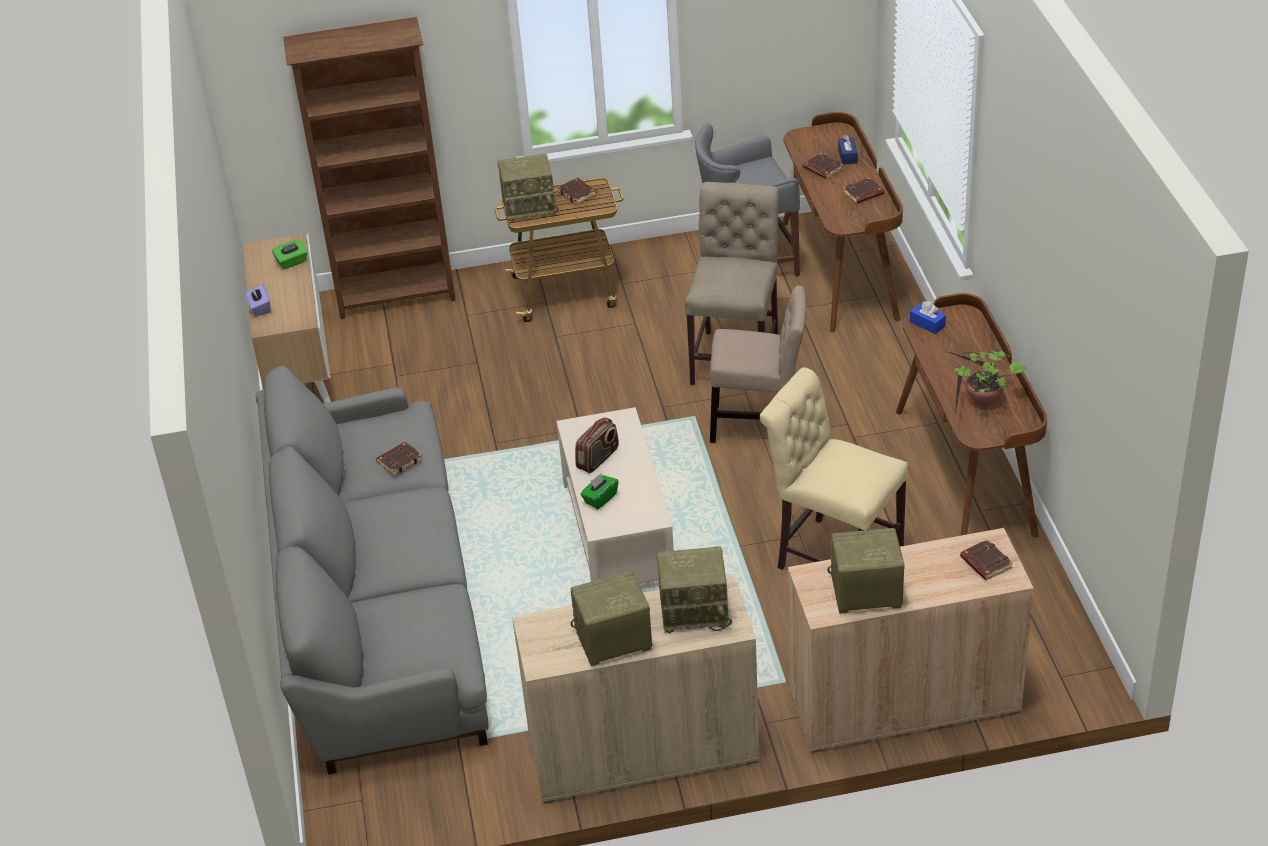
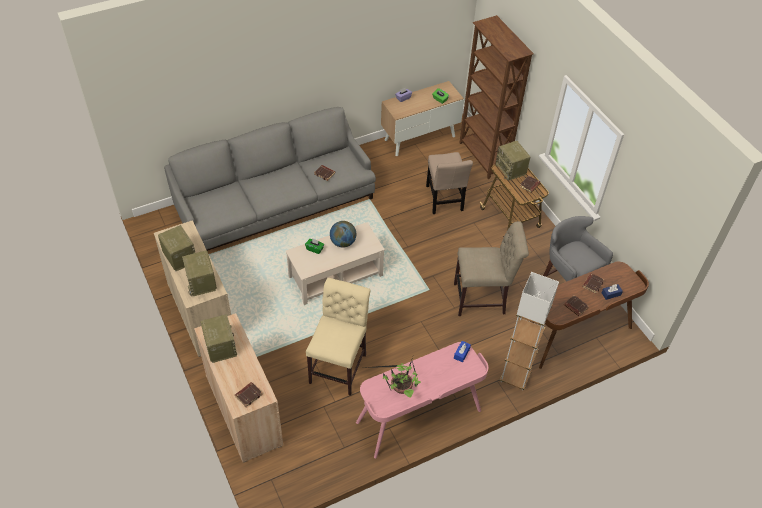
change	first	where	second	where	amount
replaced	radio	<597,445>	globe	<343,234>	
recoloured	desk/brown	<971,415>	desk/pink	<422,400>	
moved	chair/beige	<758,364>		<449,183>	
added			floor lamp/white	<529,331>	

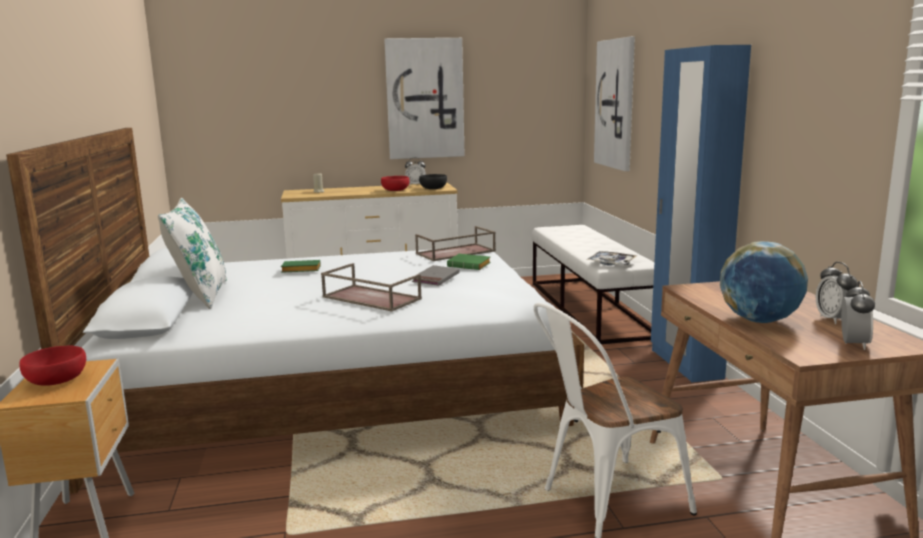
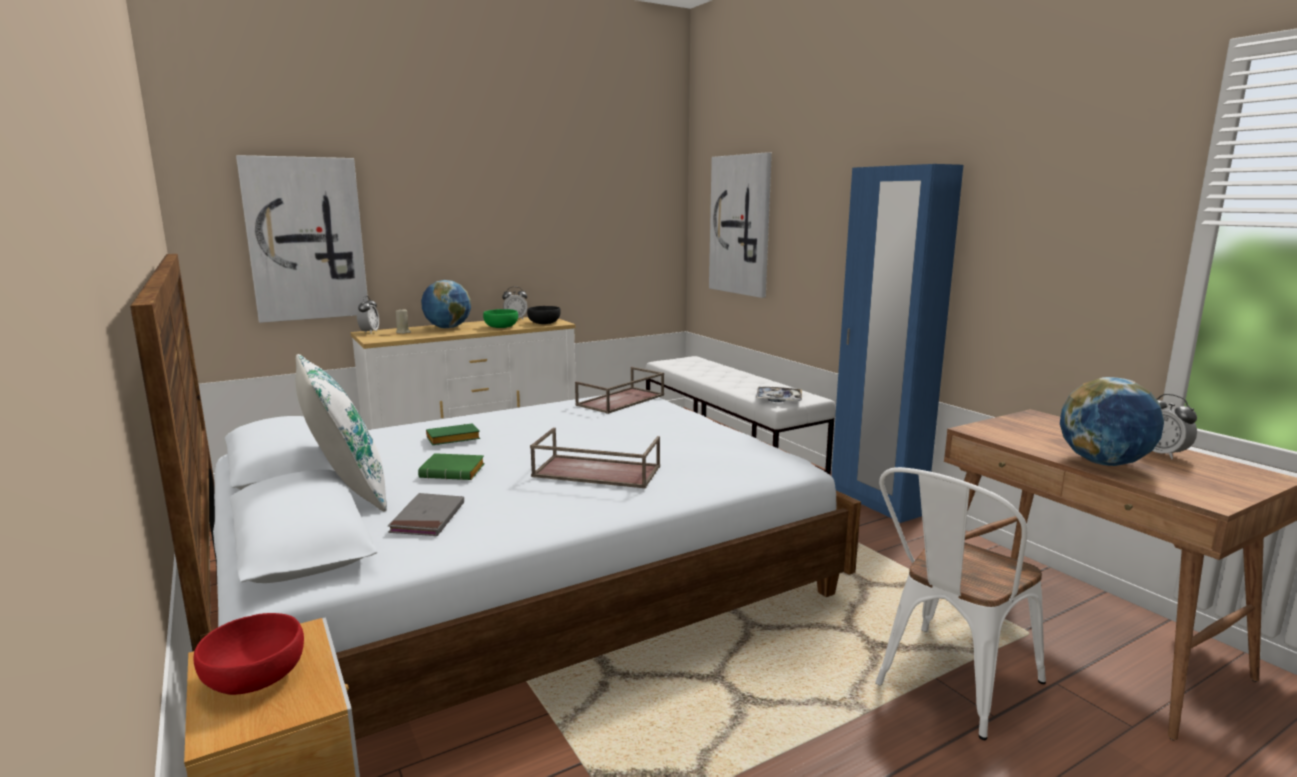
change	first	where	second	where	amount
moved	picture	<424,98>		<302,239>	
moved	alarm clock	<858,315>		<368,314>	
moved	book/grey	<436,275>		<426,514>	
moved	book/green	<469,262>		<451,466>	
added			globe	<446,304>	
recoloured	bowl/red	<395,183>	bowl/green	<500,318>	

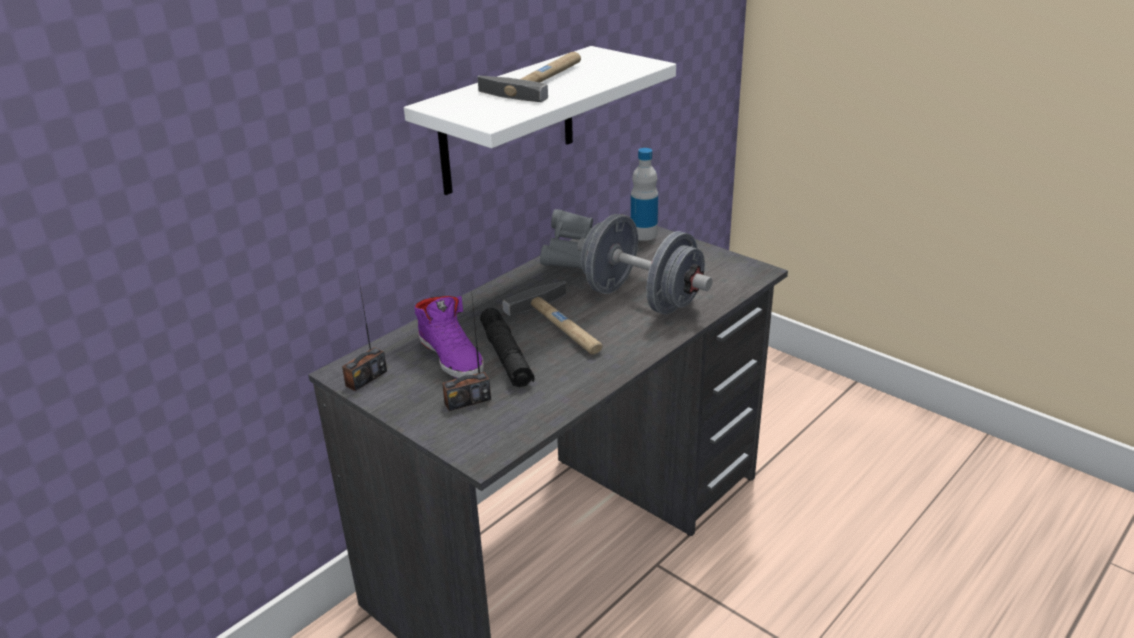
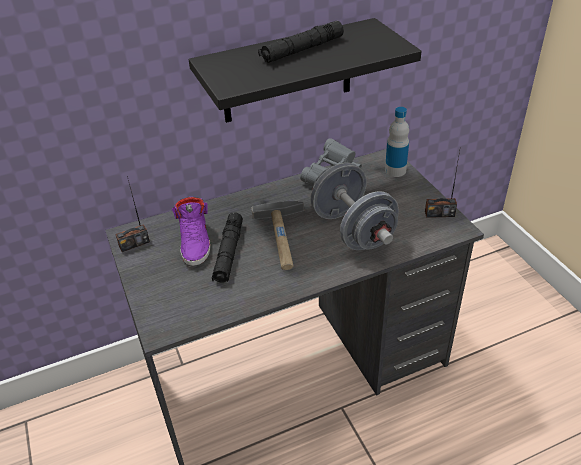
change	first	where	second	where	amount
recoloured	shelf/white	<540,120>	shelf/black	<305,70>	
replaced	hammer	<529,77>	flashlight/black	<301,42>	
moved	radio	<466,354>		<442,184>	

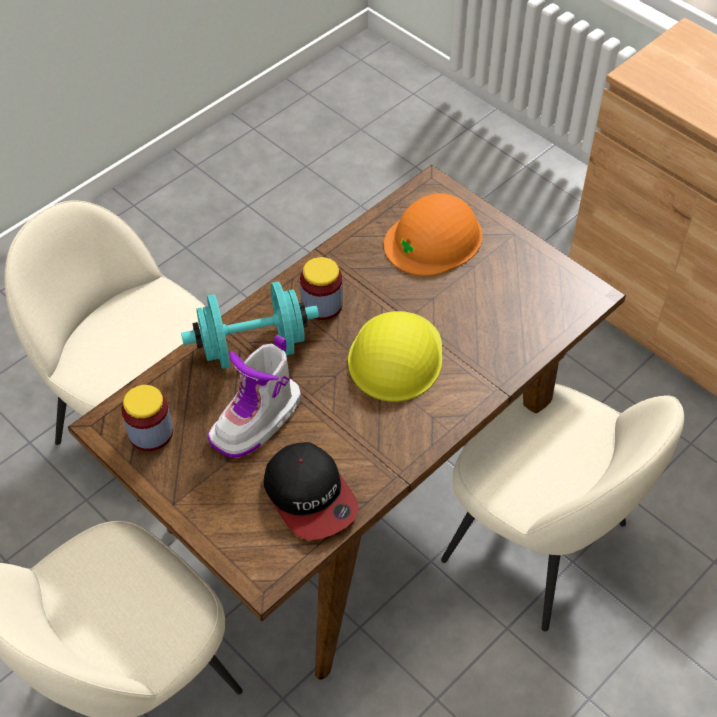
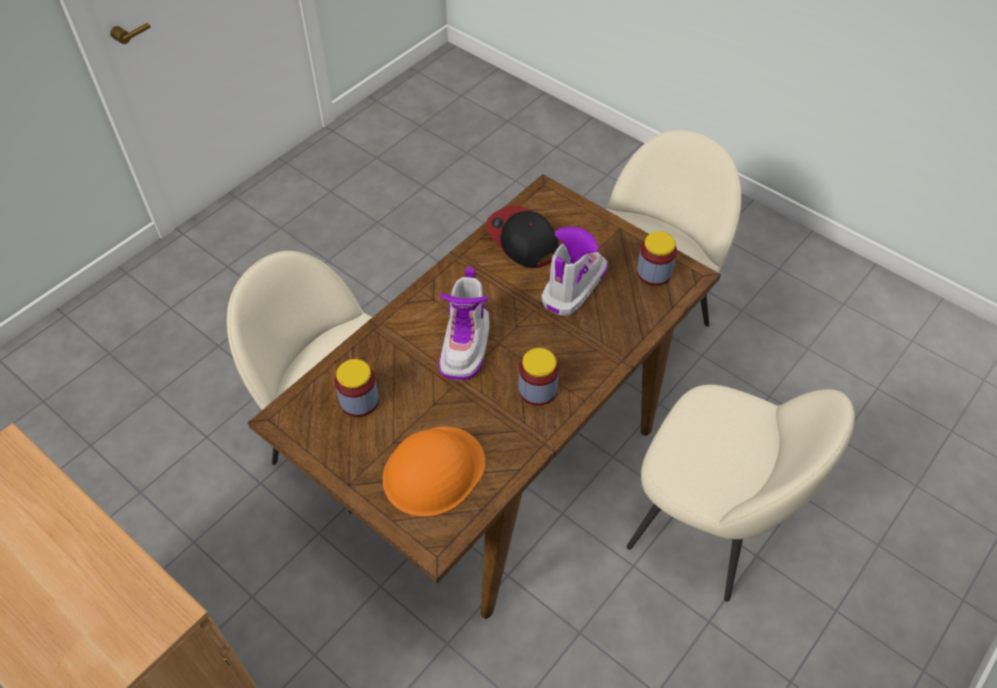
change	first	where	second	where	amount
added			jar	<357,388>	
replaced	hard hat/yellow	<395,356>	boot	<464,323>	
removed	dumbbell/turquoise	<250,325>			

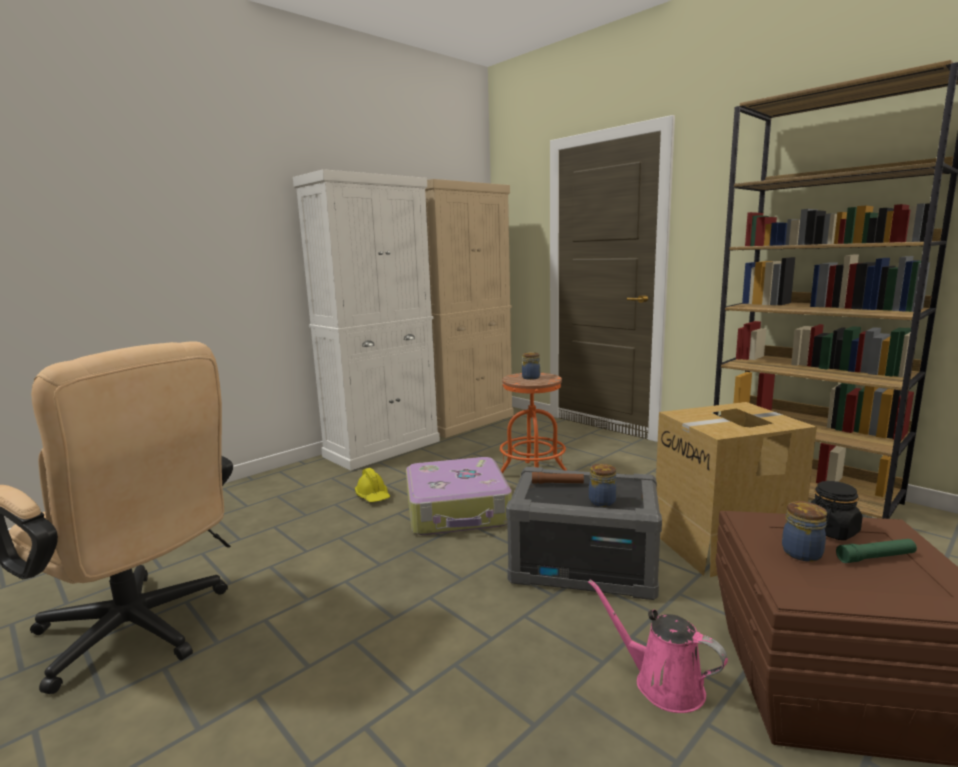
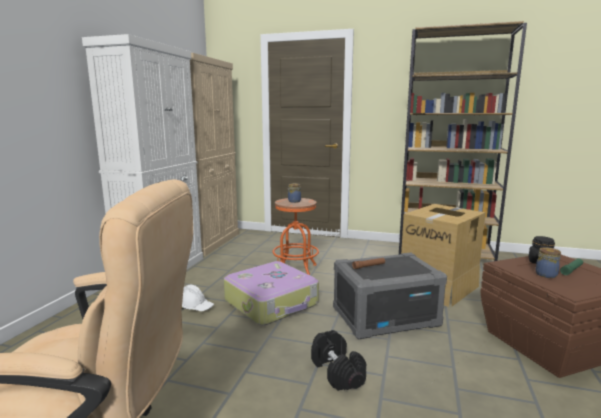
change	first	where	second	where	amount
recoloured	hard hat/yellow	<372,485>	hard hat/white	<198,298>	
added			dumbbell/black	<338,360>	
removed	watering can/pink	<658,646>			
removed	jar	<603,485>			

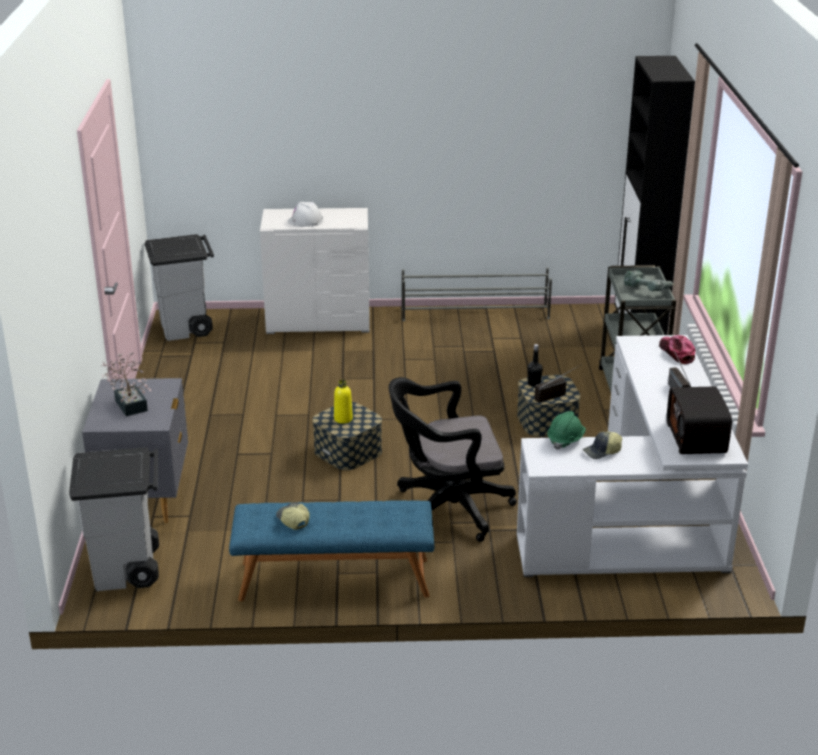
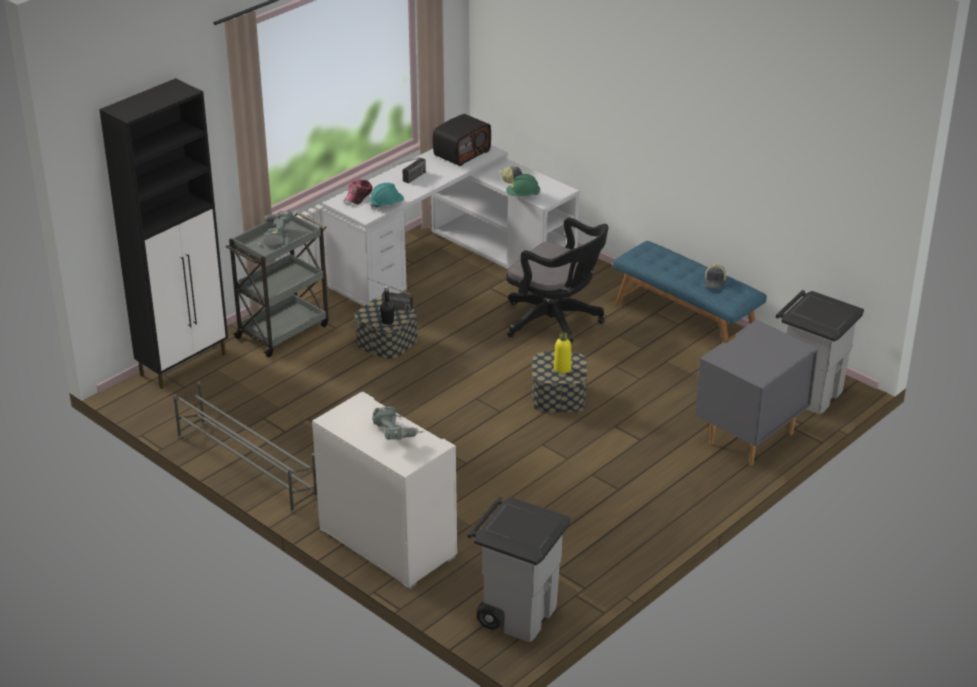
change	first	where	second	where	amount
added			hard hat/turquoise	<386,195>	
replaced	hard hat/white	<305,214>	power drill	<398,423>	
removed	potted plant	<126,384>			

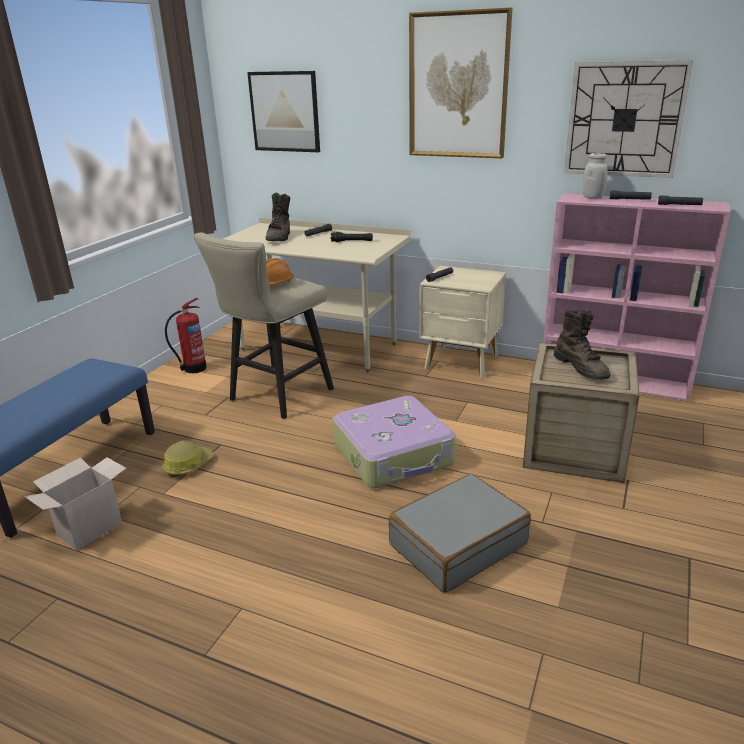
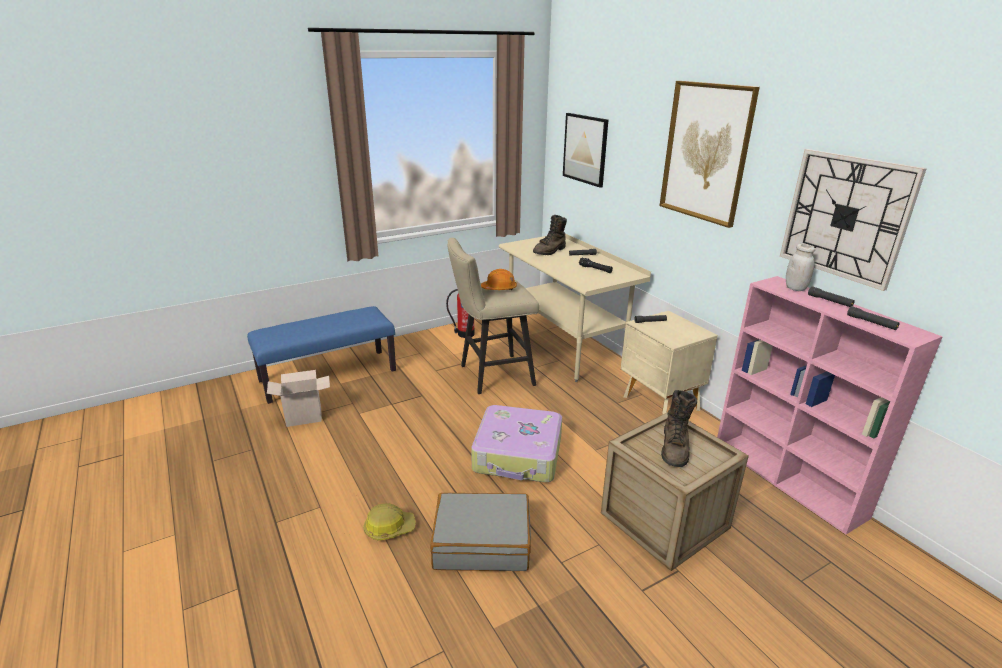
change	first	where	second	where	amount
moved	hard hat	<188,458>		<389,522>	

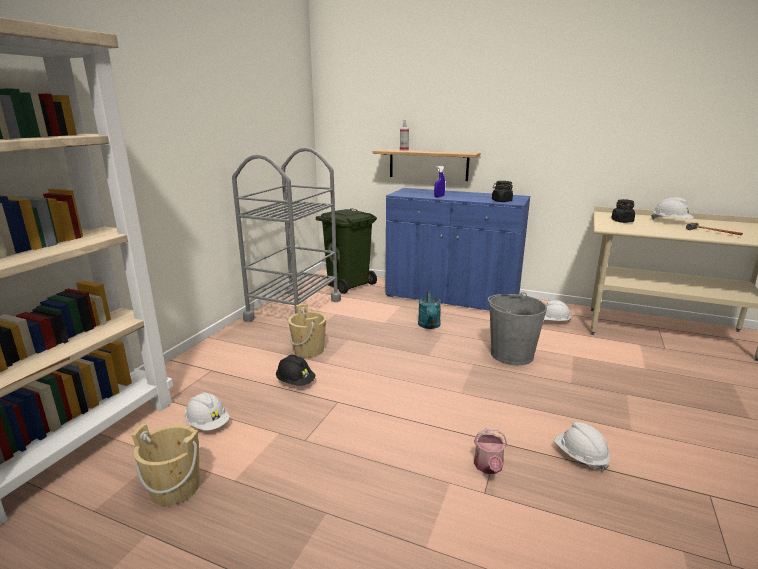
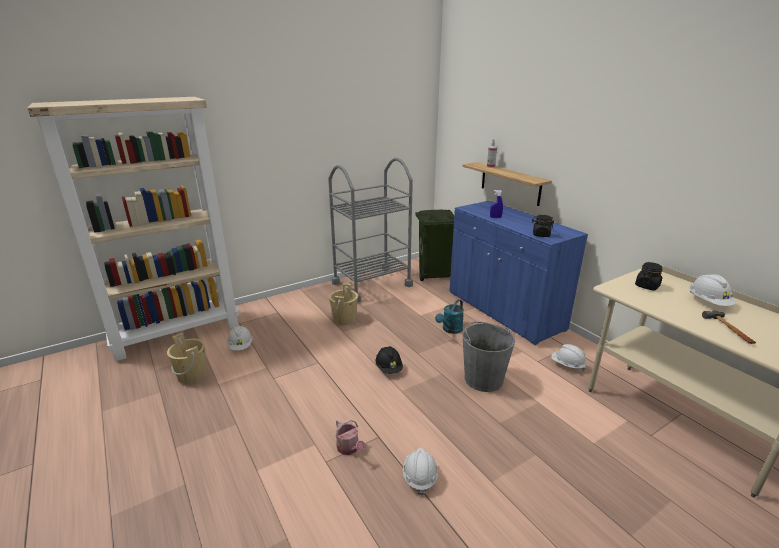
change	first	where	second	where	amount
turned	watering can	<490,450>		<351,437>	75 degrees counterclockwise
moved	hard hat/black	<296,370>		<389,360>	

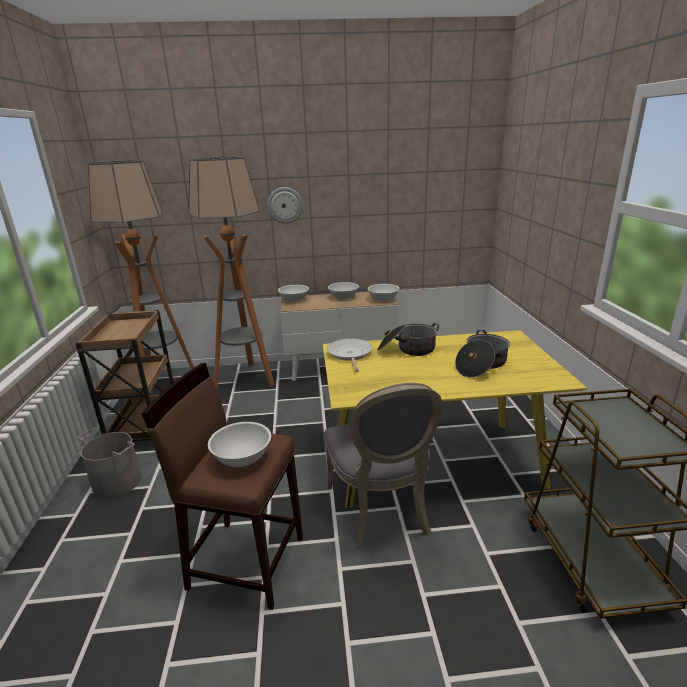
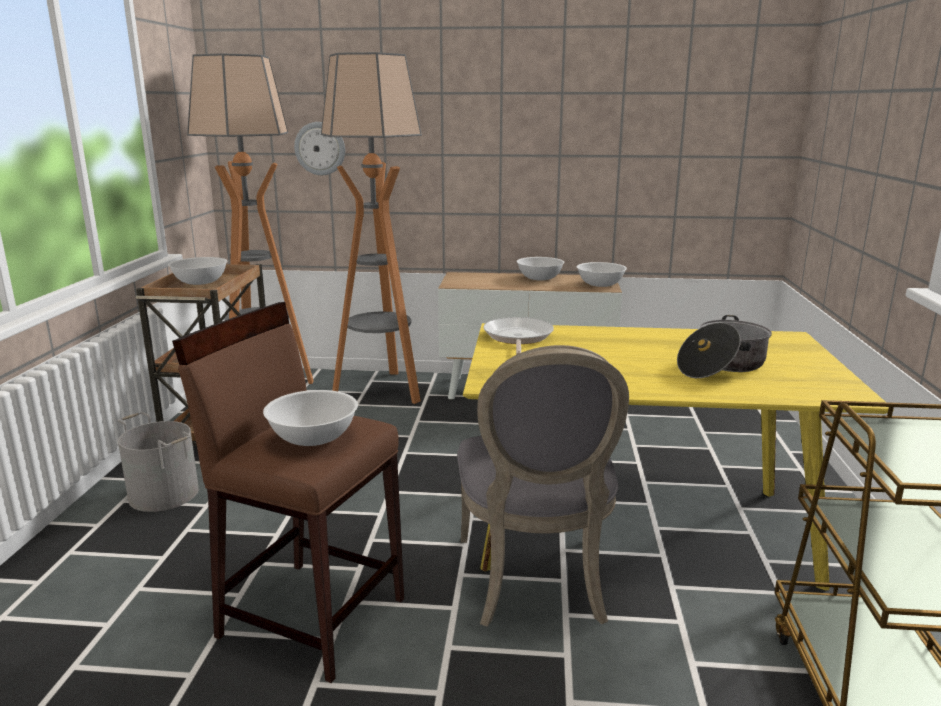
change	first	where	second	where	amount
moved	bowl/white	<293,293>		<198,271>	
moved	wall clock	<285,205>		<319,148>	
removed	cooking pot	<408,339>			

